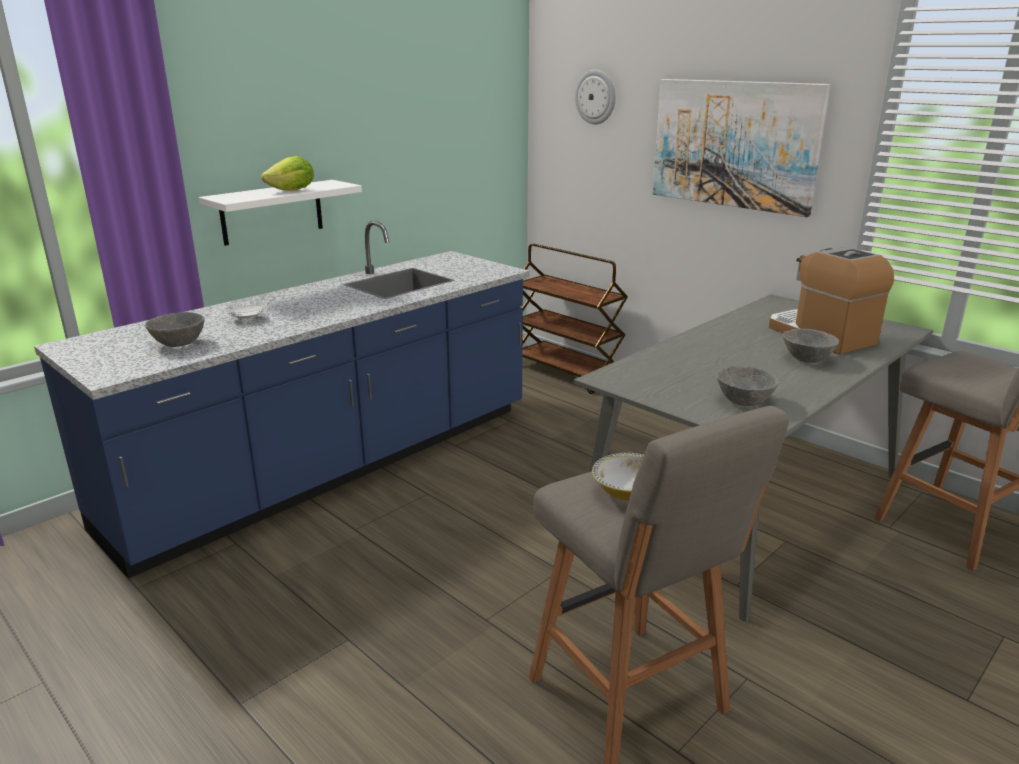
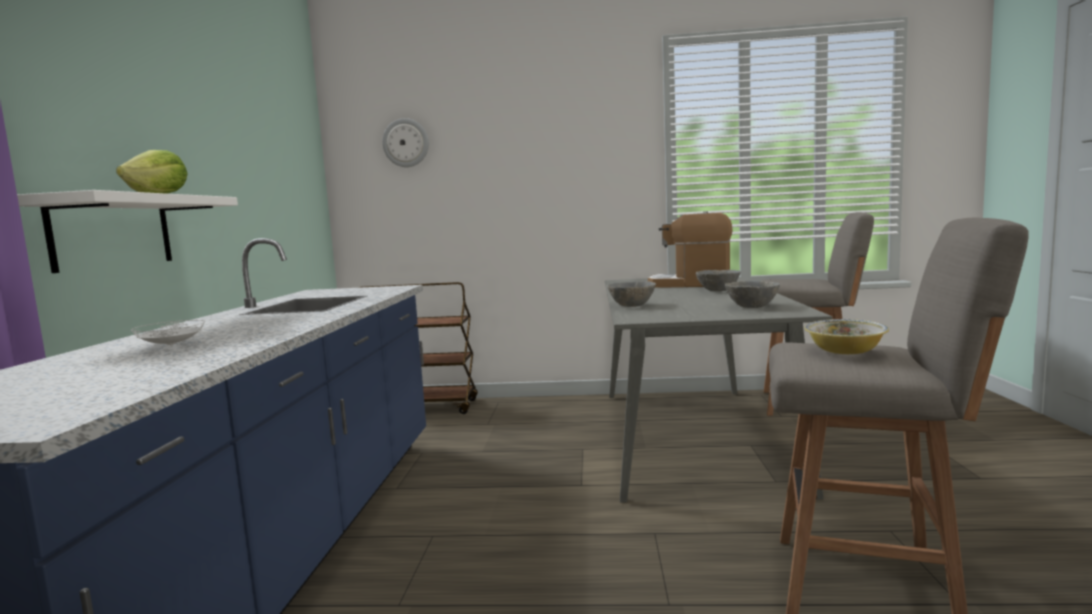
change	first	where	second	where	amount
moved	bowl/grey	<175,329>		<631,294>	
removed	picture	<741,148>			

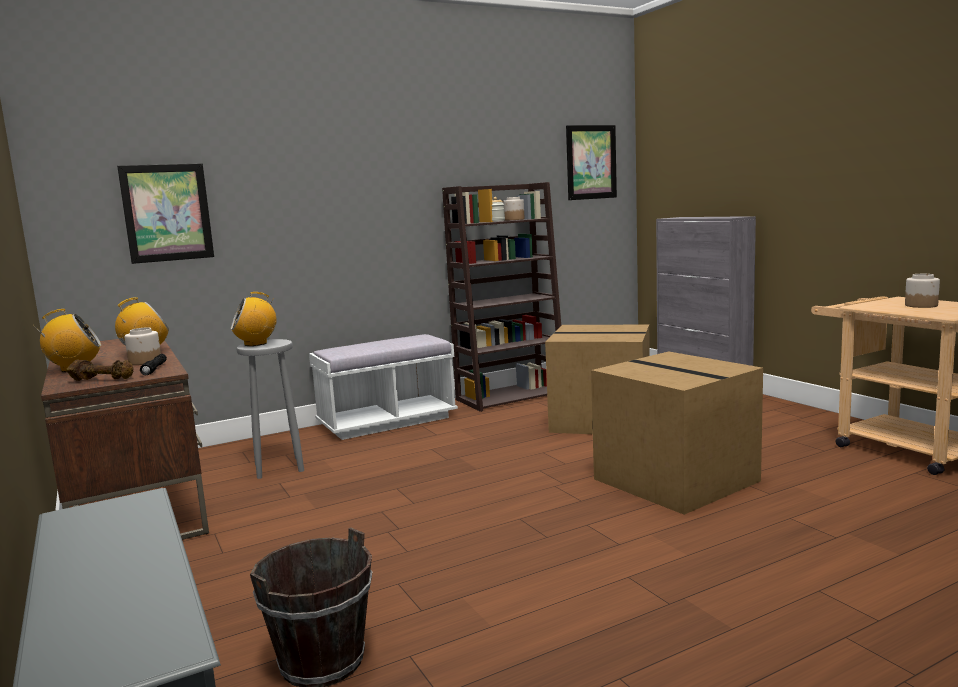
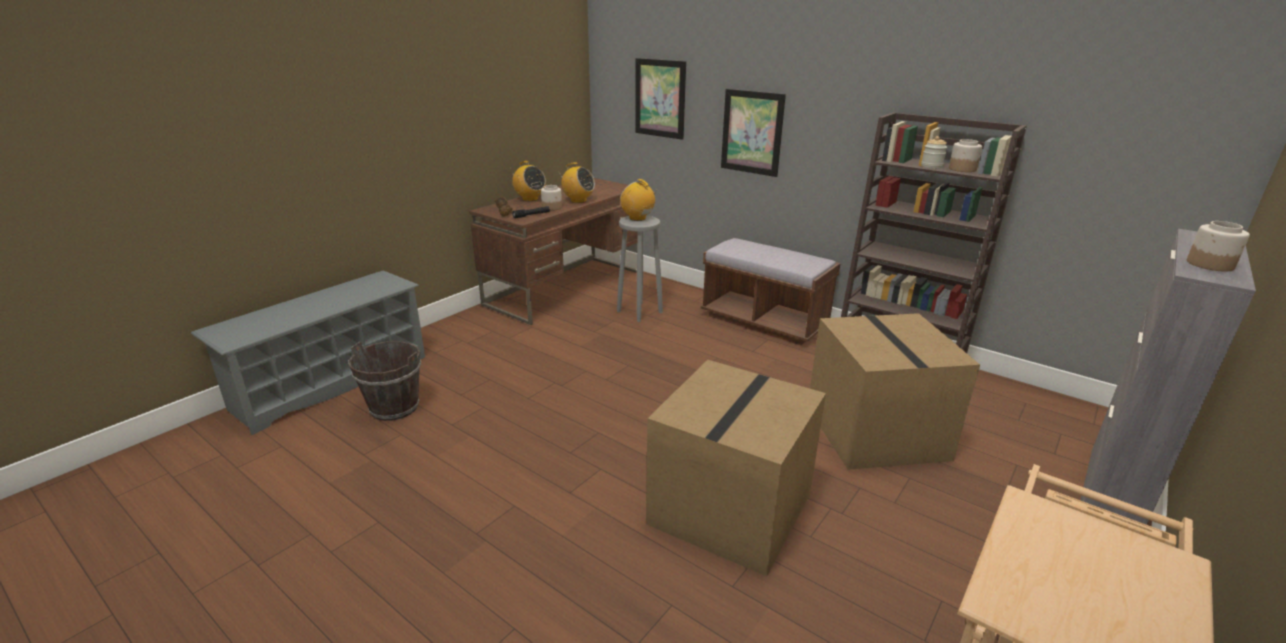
change	first	where	second	where	amount
recoloured	bench/white	<383,387>	bench/brown	<770,291>	
moved	picture	<591,162>		<753,133>	
moved	jar	<922,291>		<1218,246>	

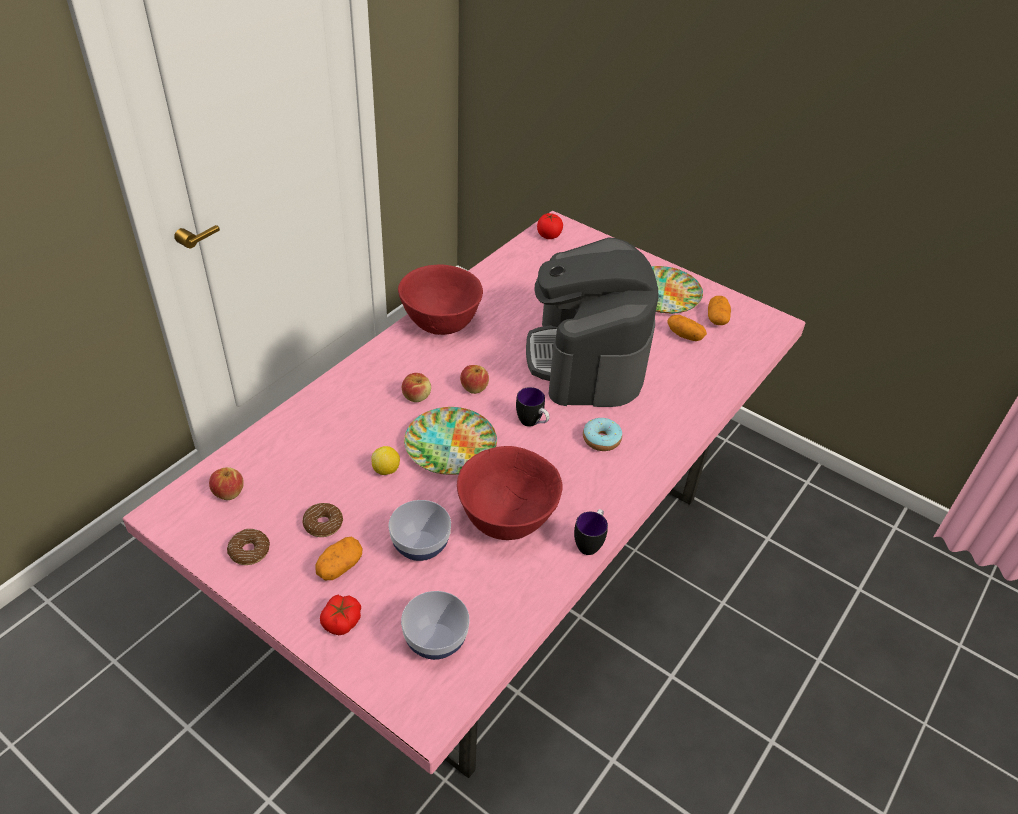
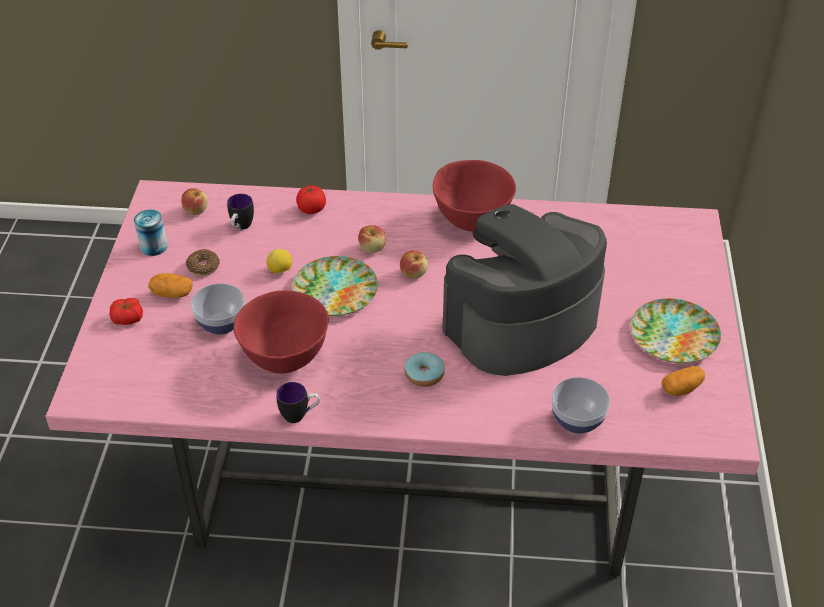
change	first	where	second	where	amount
replaced	donut	<248,547>	can	<151,233>	
moved	mug	<533,407>		<240,212>	
moved	tomato	<550,226>		<311,199>	
moved	bowl	<435,625>		<581,405>	
removed	potato	<687,328>			

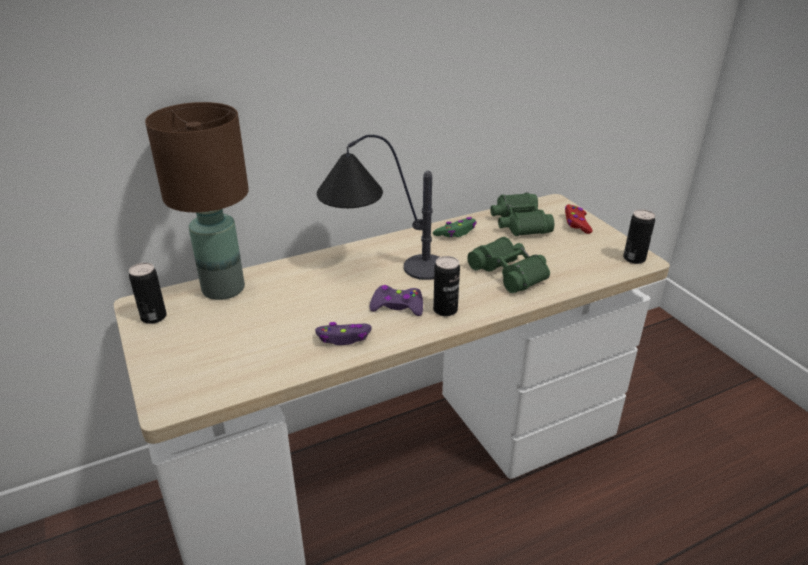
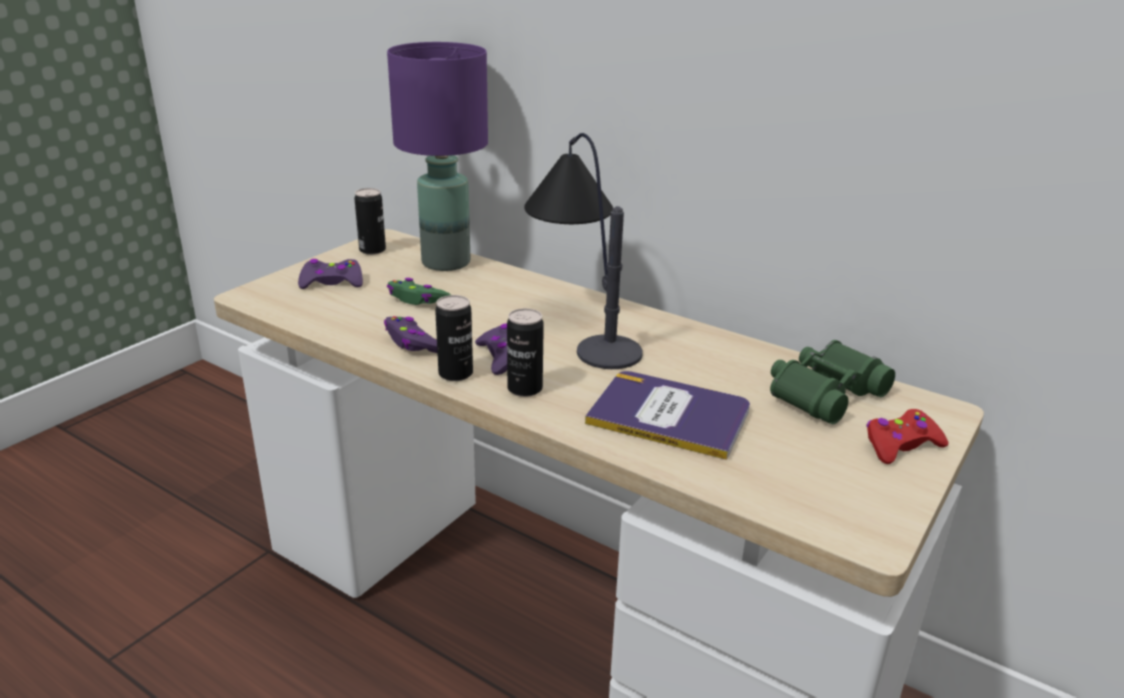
change	first	where	second	where	amount
added			game controller/purple	<330,274>	
recoloured	table lamp/brown	<197,201>	table lamp/purple	<437,156>	
moved	game controller/green	<455,227>		<419,291>	
moved	can	<639,236>		<454,338>	
replaced	binoculars/green	<508,265>	book	<667,415>	

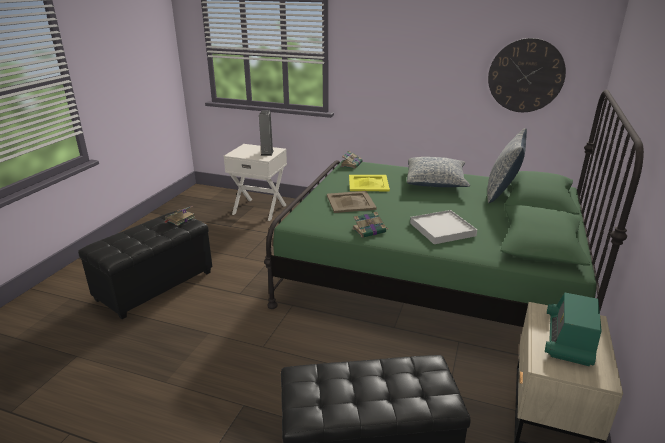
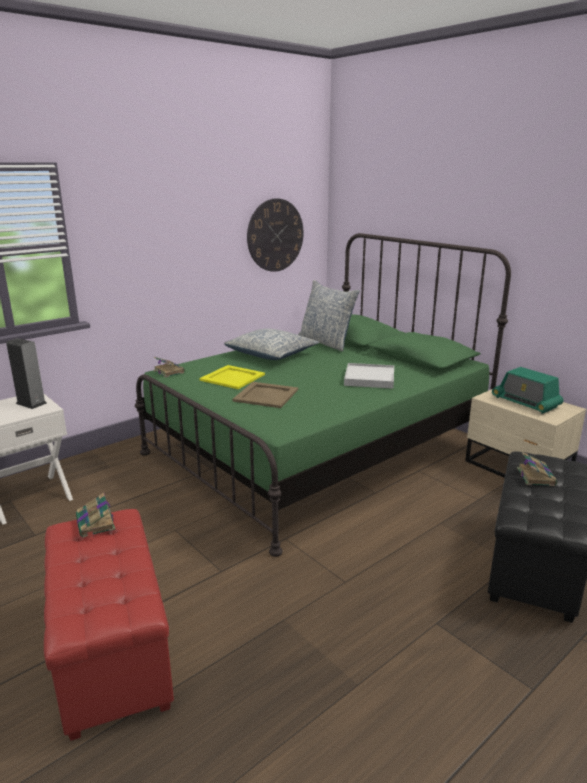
change	first	where	second	where	amount
recoloured	ottoman/black	<145,265>	ottoman/red	<109,625>	
moved	book	<370,225>		<537,469>	

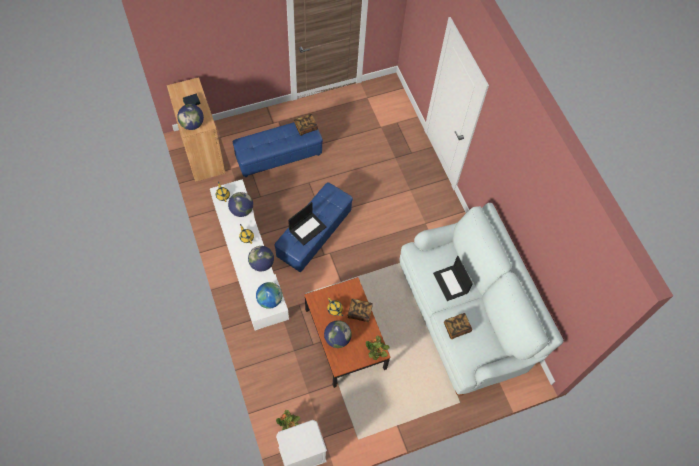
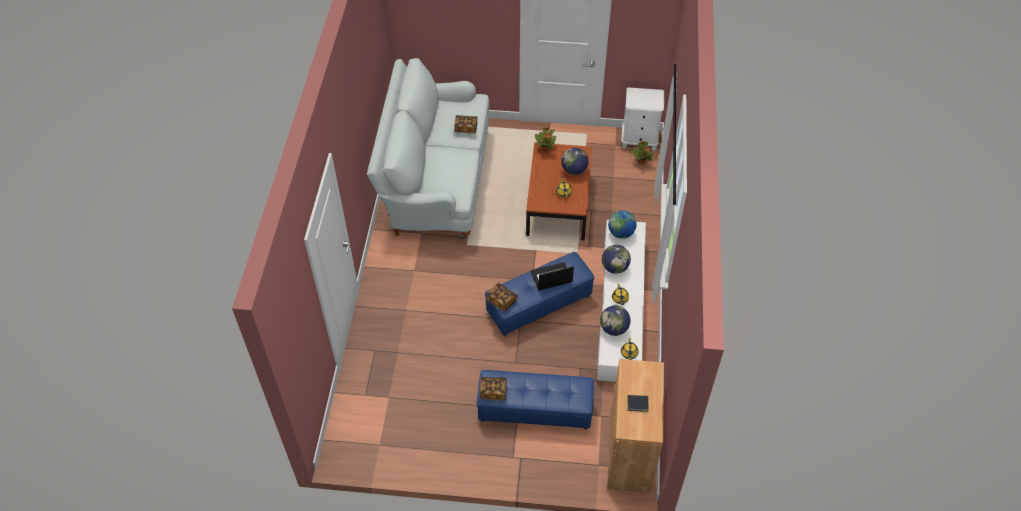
change	first	where	second	where	amount
moved	book	<360,310>		<502,297>	
removed	globe	<190,117>			
removed	laptop	<453,278>			

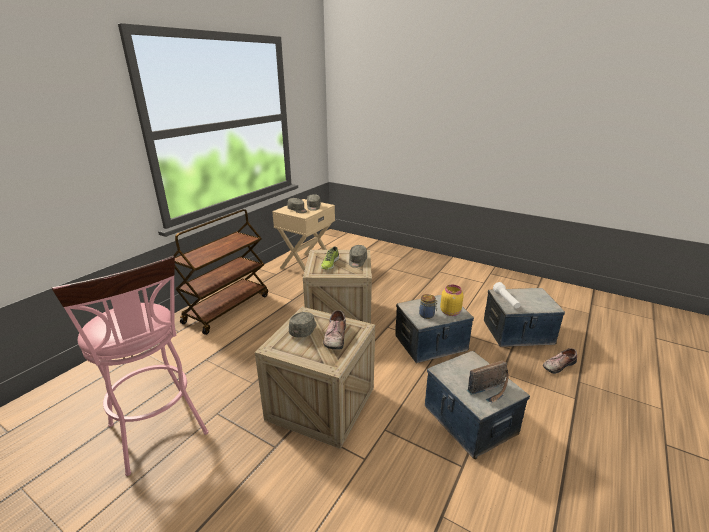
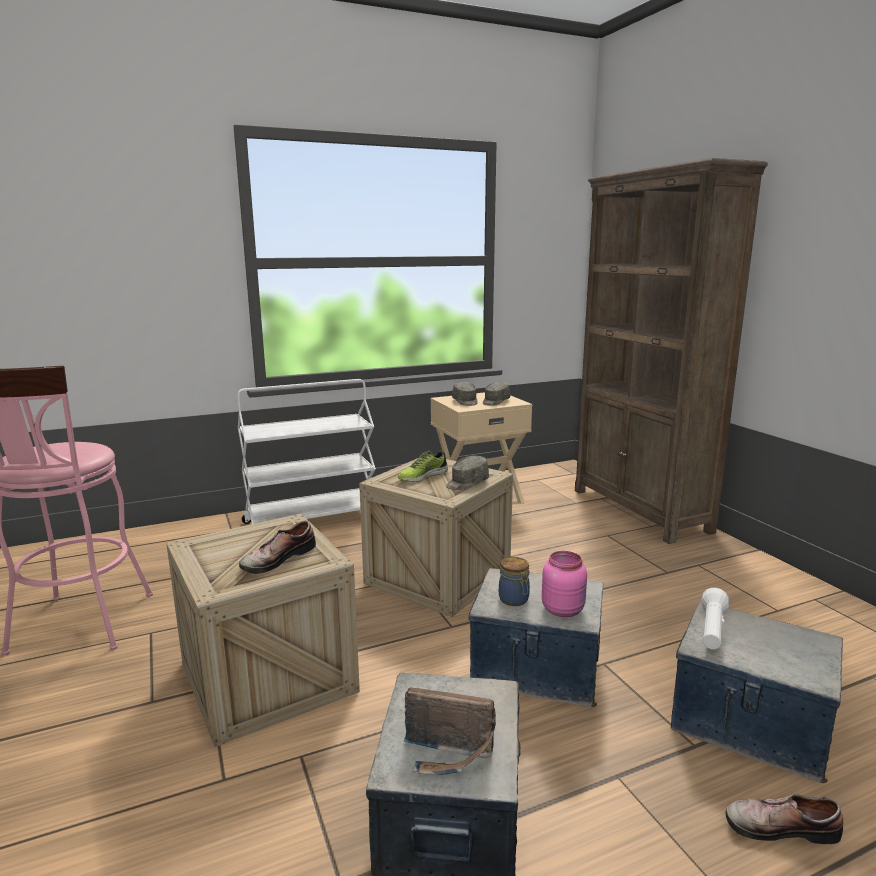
change	first	where	second	where	amount
recoloured	cart/brown	<220,272>	cart/white	<306,451>	
recoloured	jar/yellow	<452,300>	jar/pink	<564,584>	
added			bookcase/brown	<671,351>	
removed	cap/grey	<303,325>			

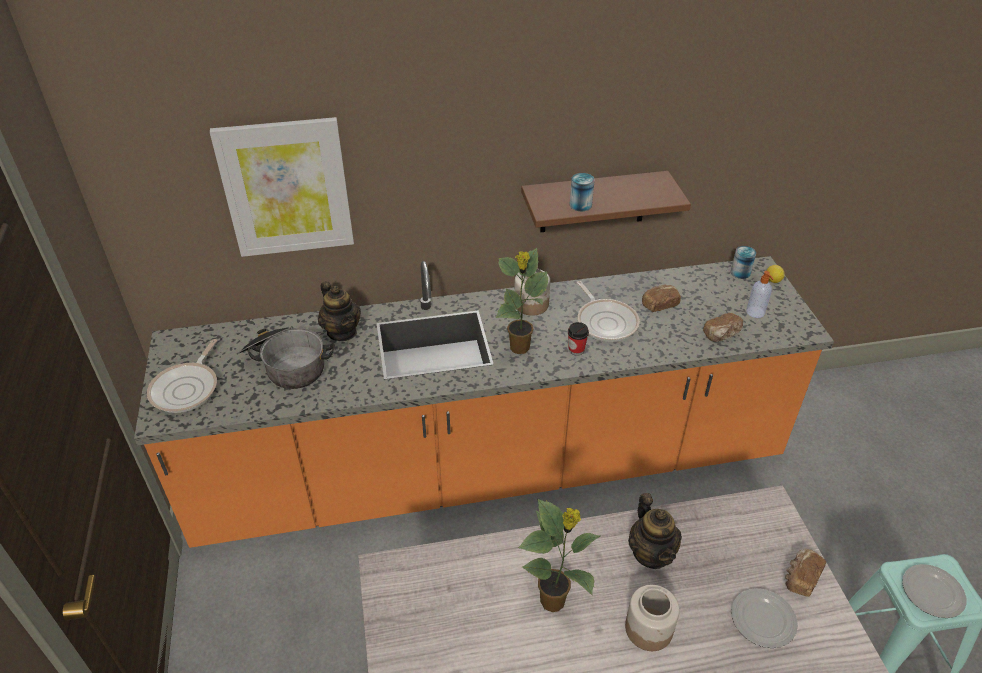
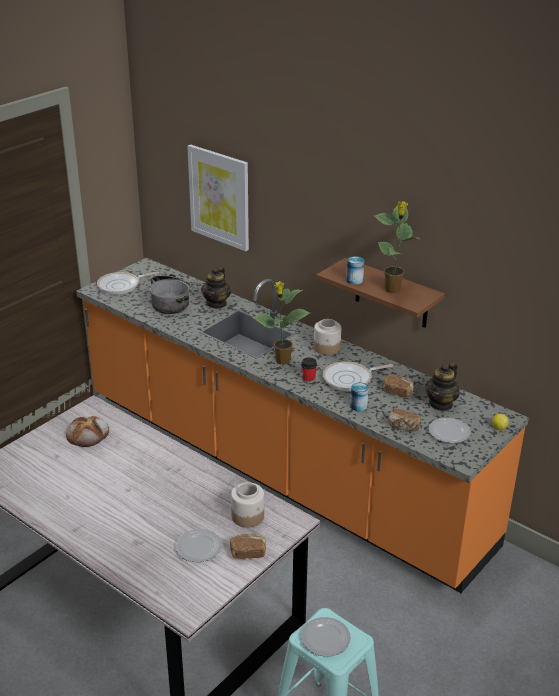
change	first	where	second	where	amount
added			bread	<87,431>	
moved	jar	<652,618>		<247,504>	
turned	frying pan	<608,311>		<358,376>	45 degrees clockwise
moved	can	<743,262>		<359,396>	
moved	potted plant	<559,555>		<397,247>	
moved	teapot	<655,531>		<442,386>	
replaced	soap dispenser	<759,294>	plate	<450,430>	

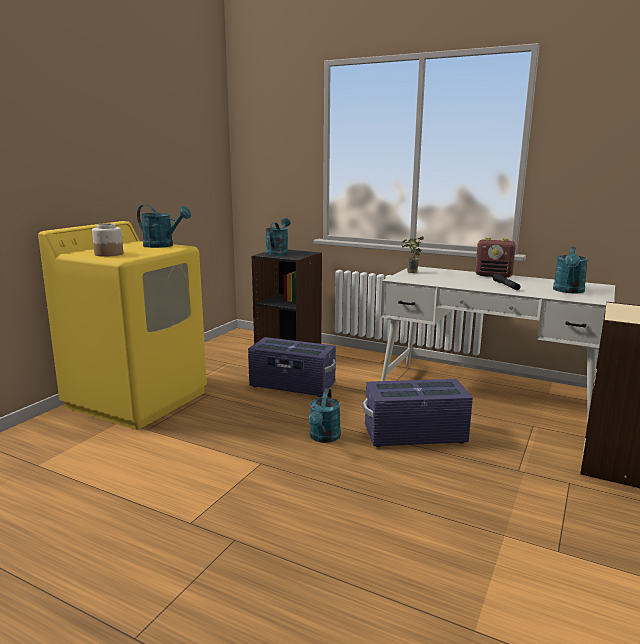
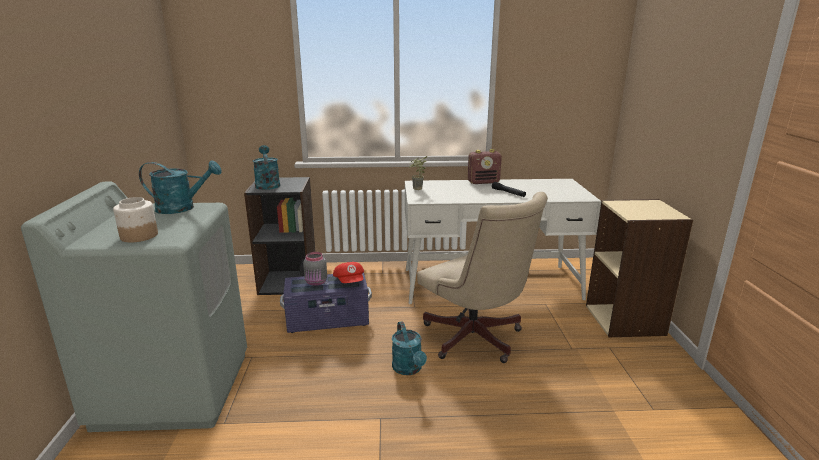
change	first	where	second	where	amount
recoloured	washing machine/yellow	<122,325>	washing machine/grey	<134,307>	
added			jar/grey	<315,269>	
added			cap/red	<348,272>	
replaced	storage box/purple	<418,413>	office chair/beige	<482,277>	
removed	watering can/turquoise	<570,270>			

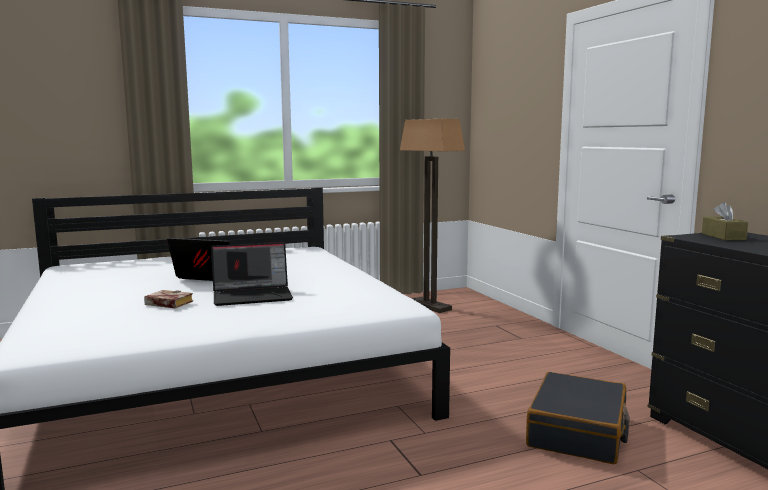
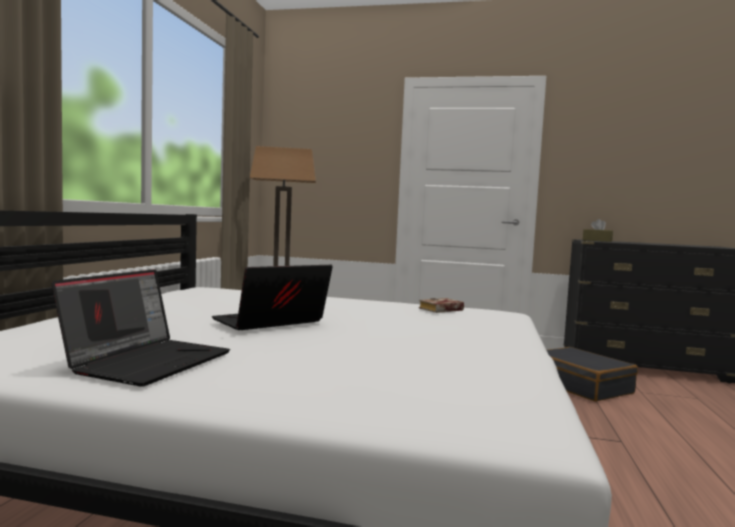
change	first	where	second	where	amount
moved	laptop	<252,274>		<141,328>	
moved	book	<168,299>		<441,305>	

